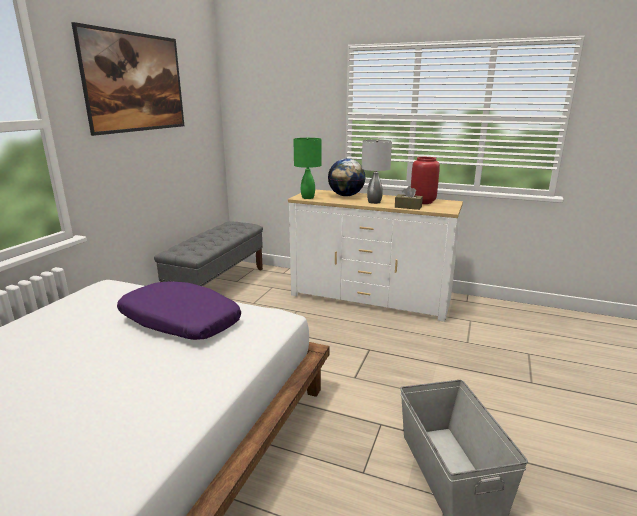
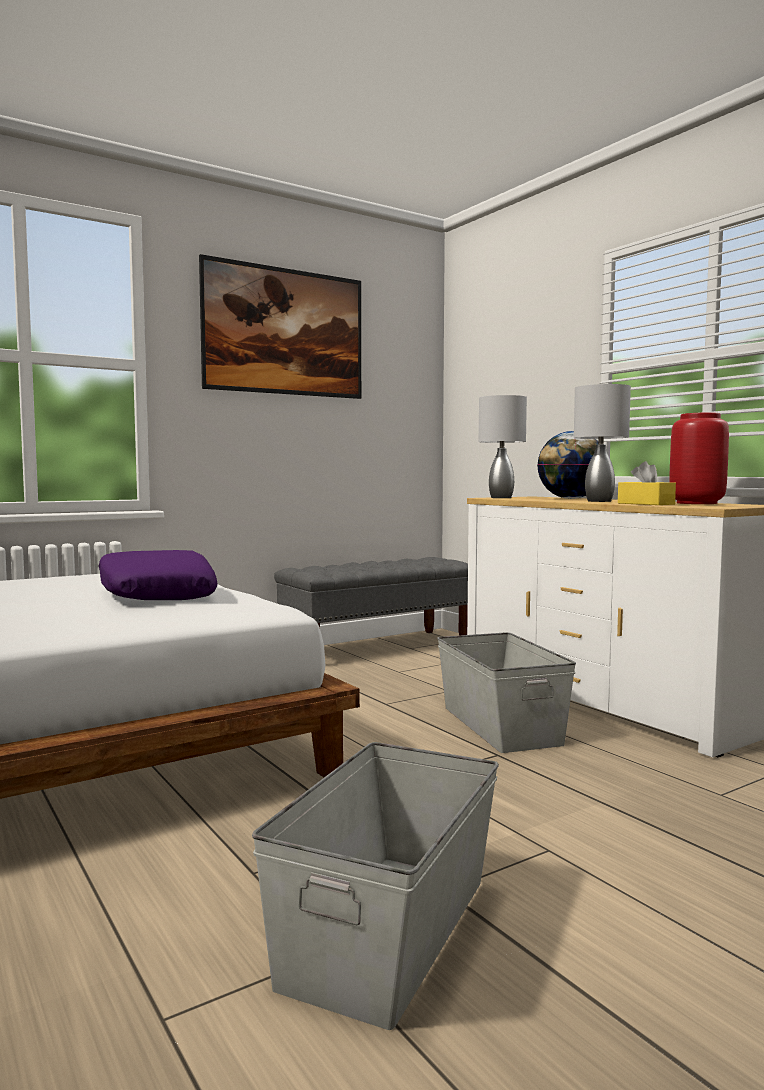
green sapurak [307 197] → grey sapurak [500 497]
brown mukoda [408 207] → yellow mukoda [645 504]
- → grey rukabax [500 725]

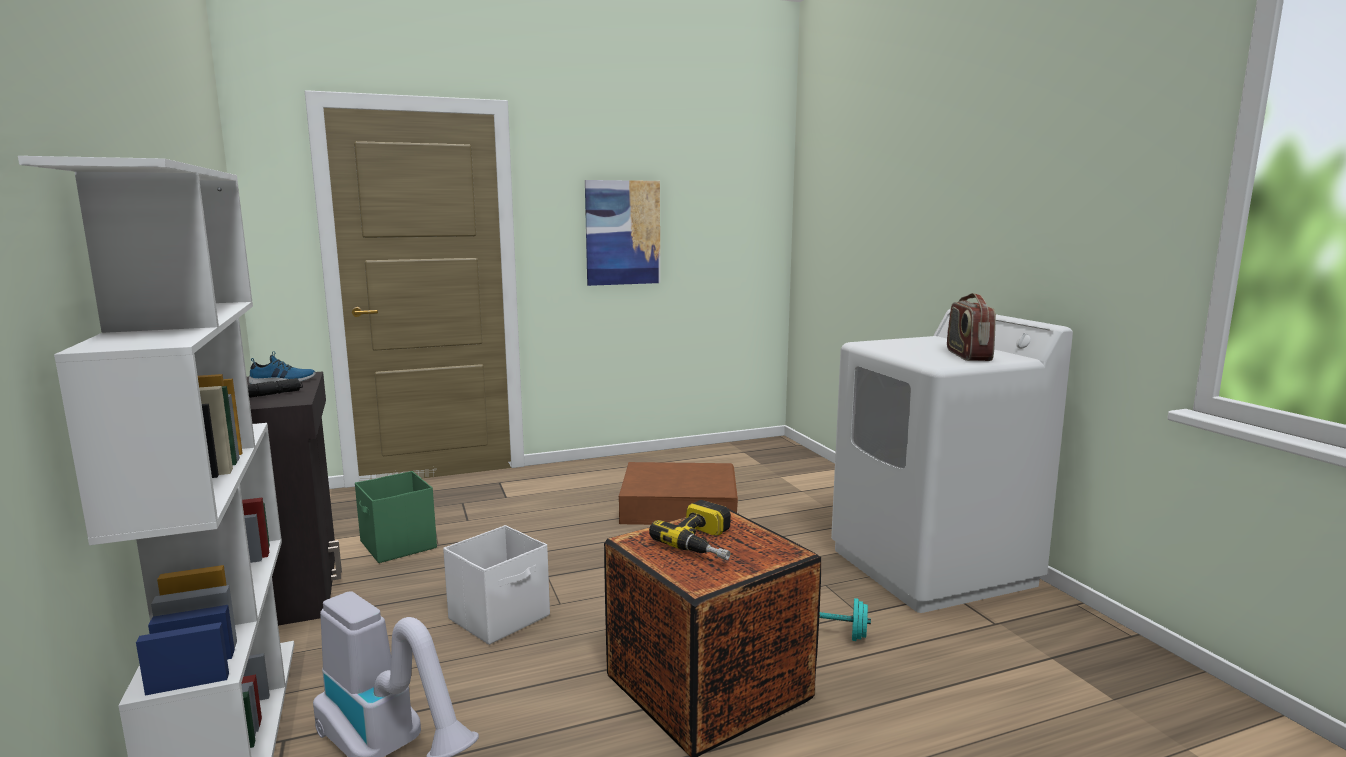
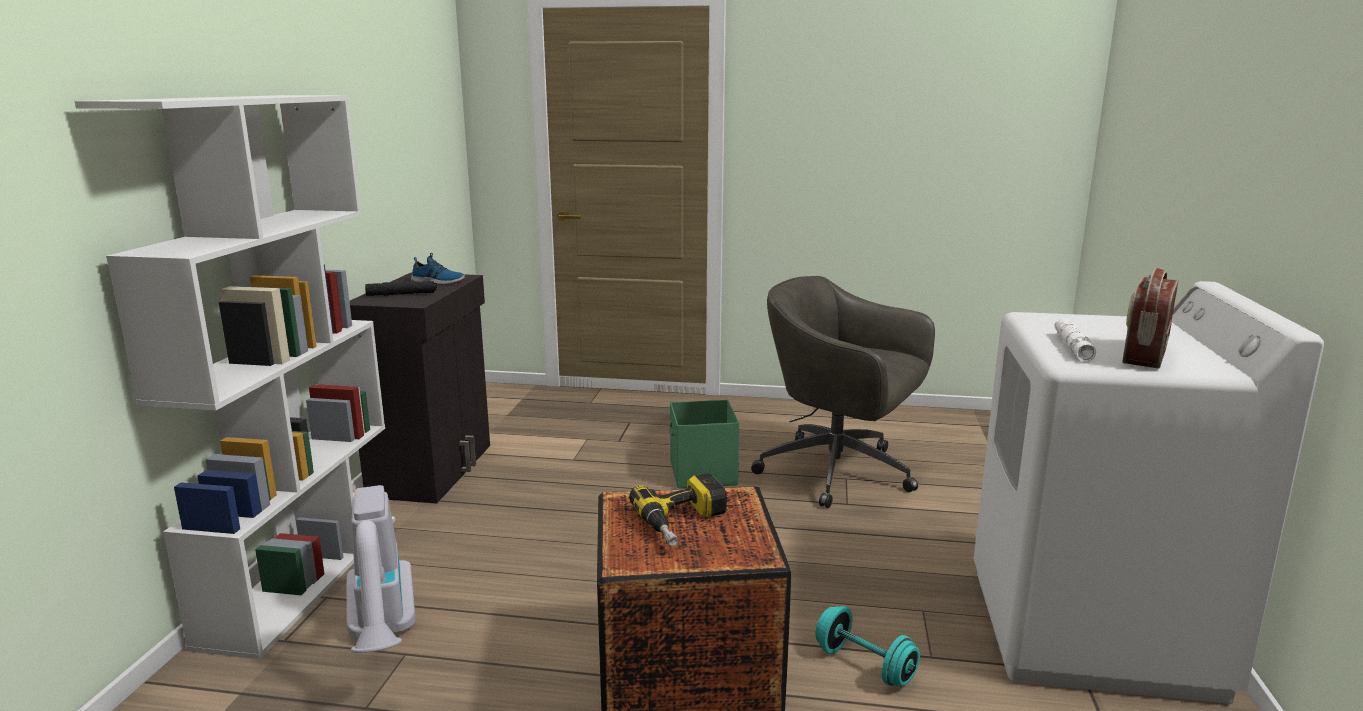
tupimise [622 233] → -
brown rukabax [678 505] → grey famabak [840 473]
green rukabax [398 545] → green rukabax [702 474], moved
white rukabax [501 617] → -
- → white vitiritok [1073 347]

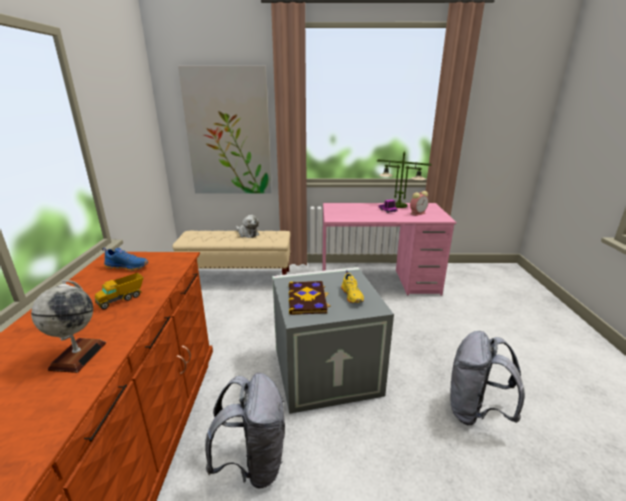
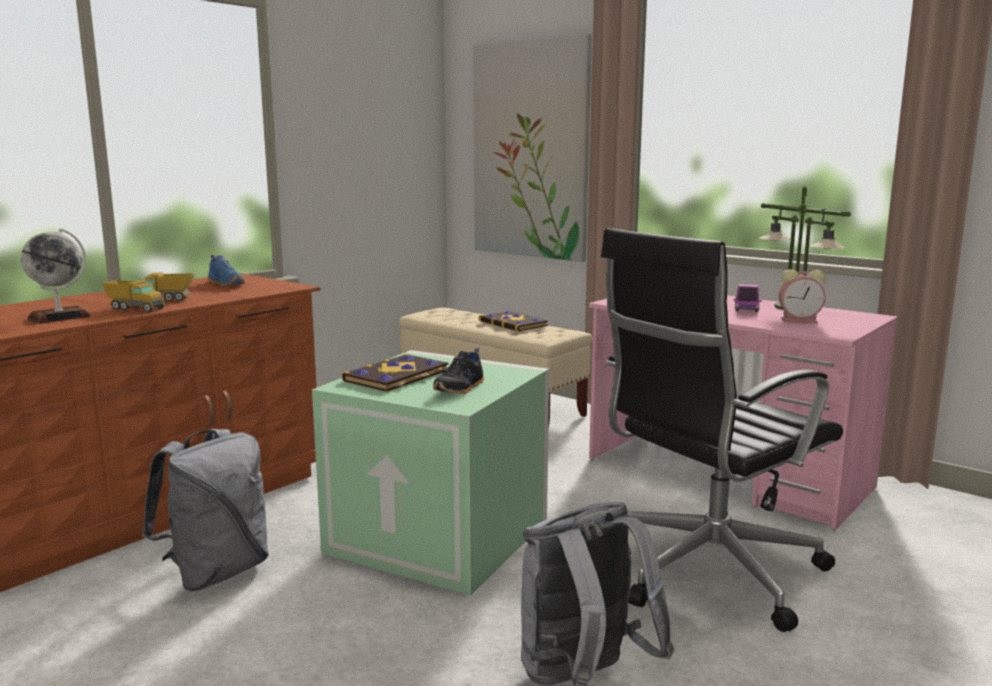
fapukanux [247 234] → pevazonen [513 323]
grey rukabax [327 369] → green rukabax [442 535]
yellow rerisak [352 296] → black rerisak [461 388]
- → black famabak [706 571]
- → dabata [135 309]

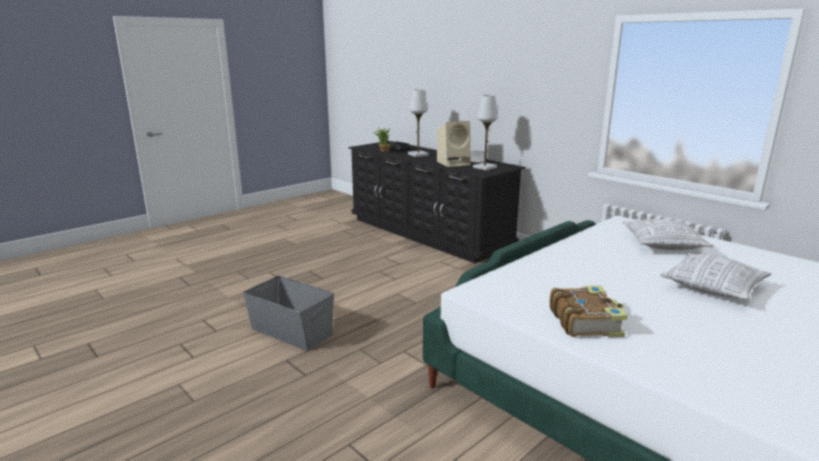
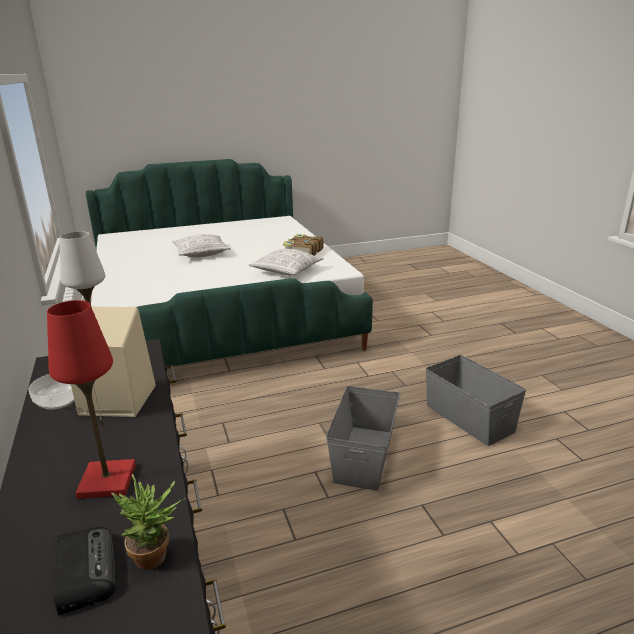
white sapurak [418 155] → red sapurak [107 481]
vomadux [663 245] → vomadux [286 271], moved
- → grey rukabax [363 456]

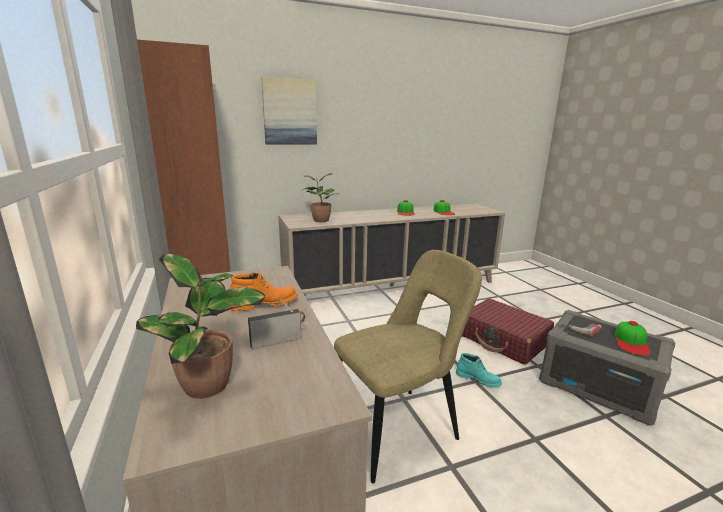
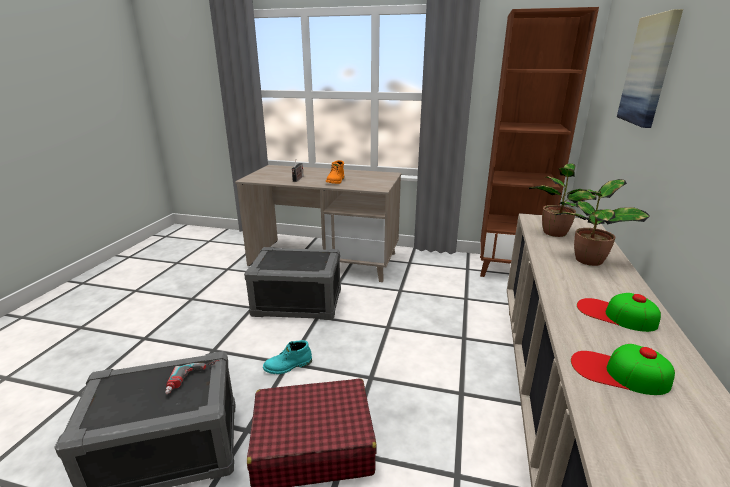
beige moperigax [399 429] → grey rukabax [297 303]
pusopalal [209 386] → pusopalal [587 260], moved
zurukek [631 342] → -

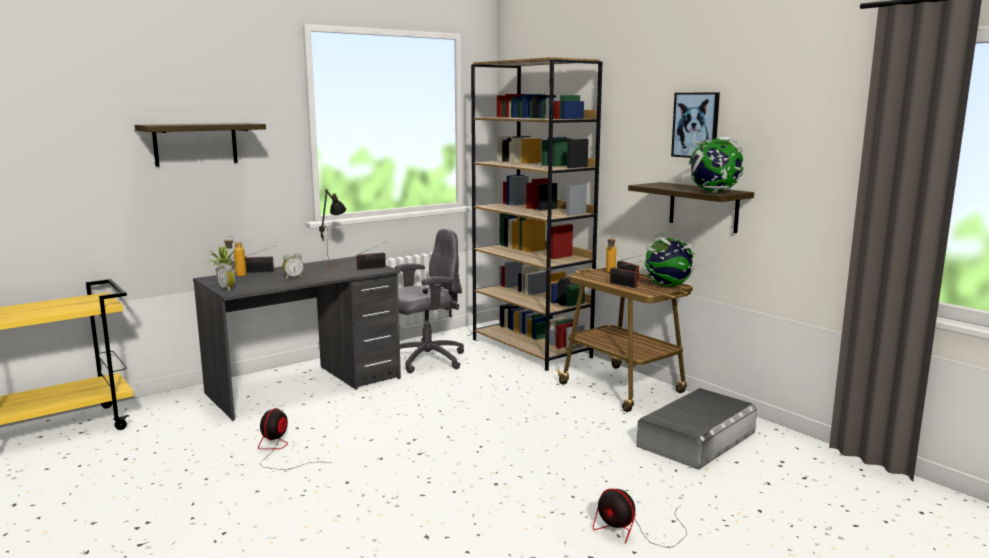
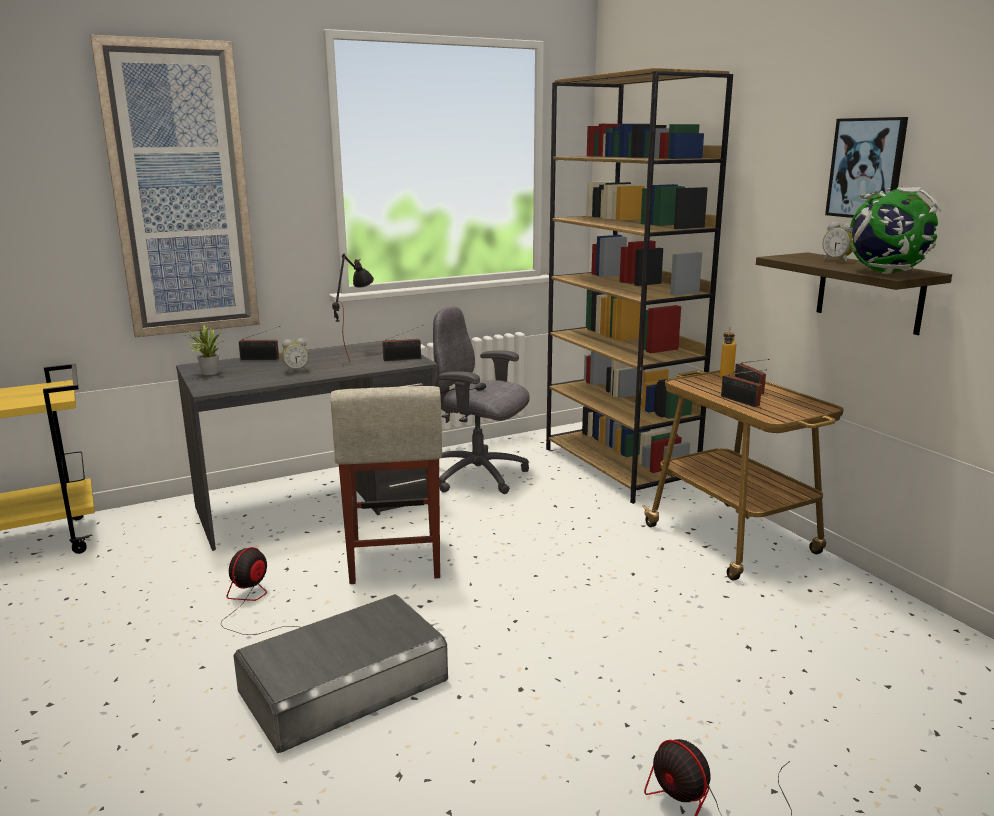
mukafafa [195 144] → tupimise [181 191]
grey famabak [426 360] → grey famabak [479 476], 135 degrees counterclockwise
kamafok [668 286] → -
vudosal [236 276] → -
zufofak [228 289] → zufofak [837 261], moved
grey rukabax [696 439] → grey rukabax [343 684], moved
- → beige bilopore [394 559]

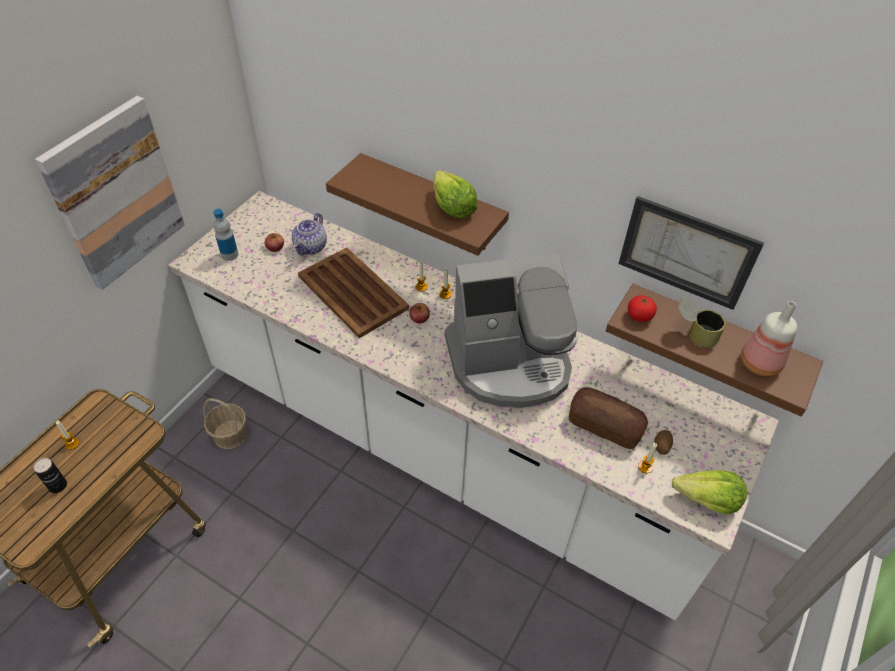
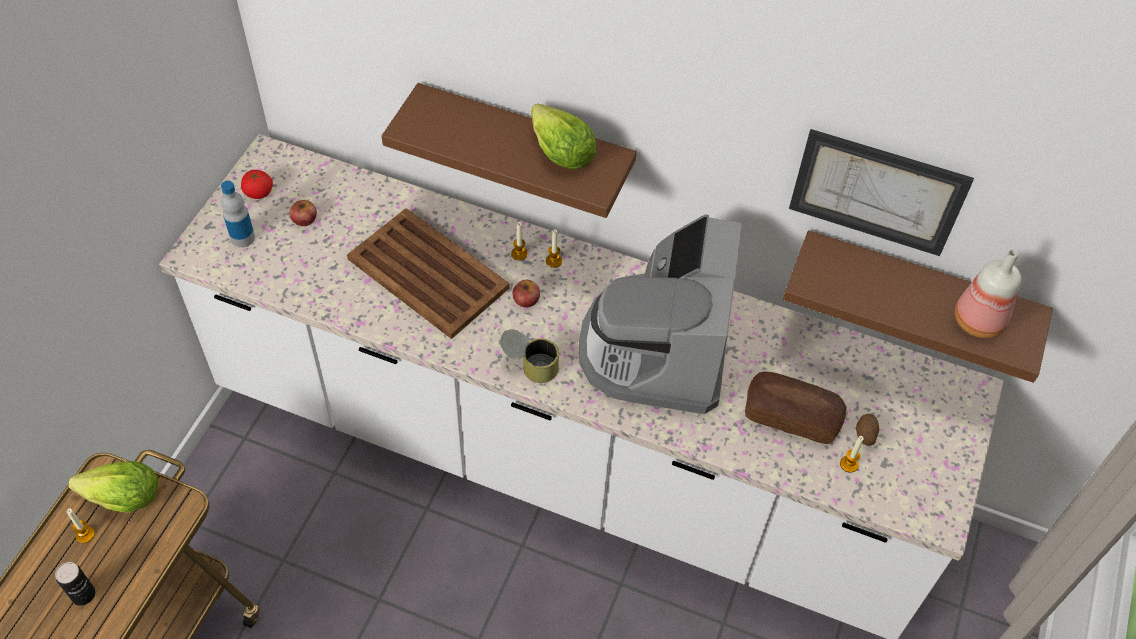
tupimise [115 194] → -
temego [311 247] → -
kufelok [509 363] → kufelok [657 348], 120 degrees clockwise
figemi [639 316] → figemi [259 193], moved
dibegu [694 333] → dibegu [529 365], moved
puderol [230 434] → -
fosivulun [706 500] → fosivulun [123 498], moved

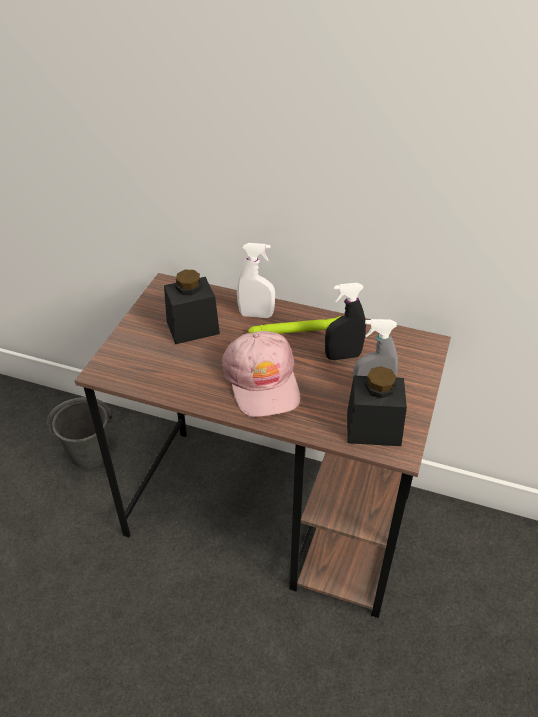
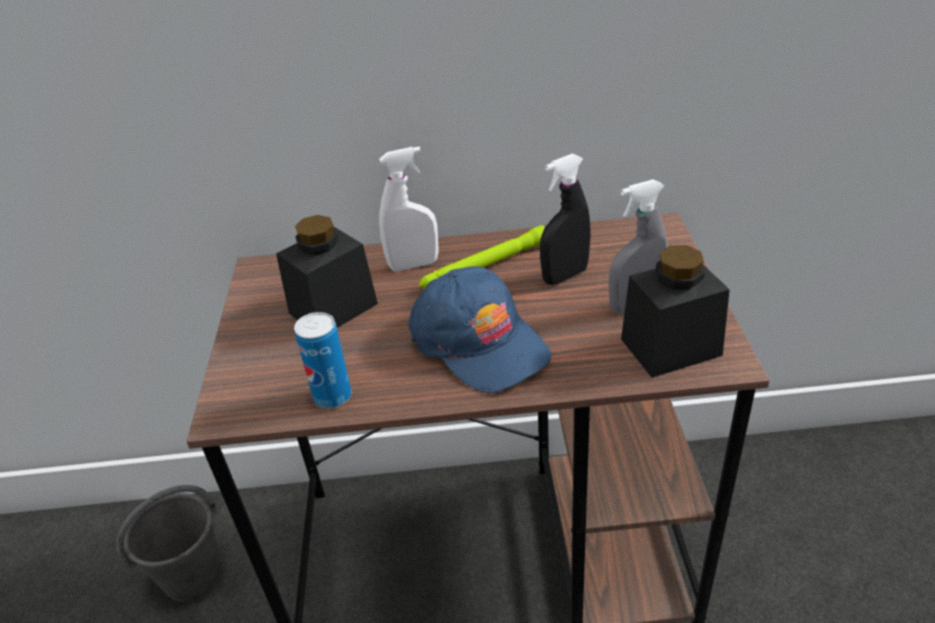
pink zurukek [262 381] → blue zurukek [479 342]
- → dibegu [332 396]

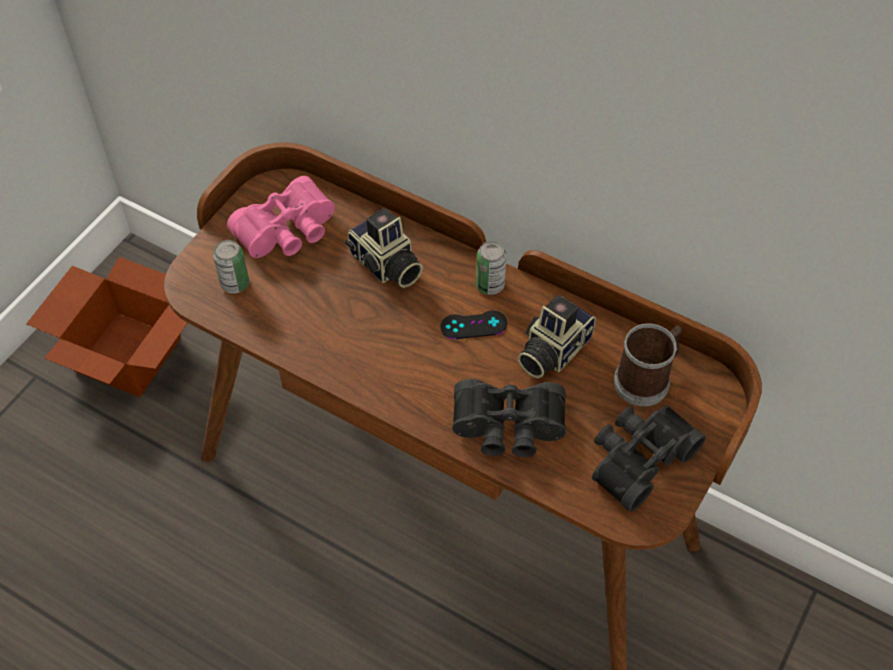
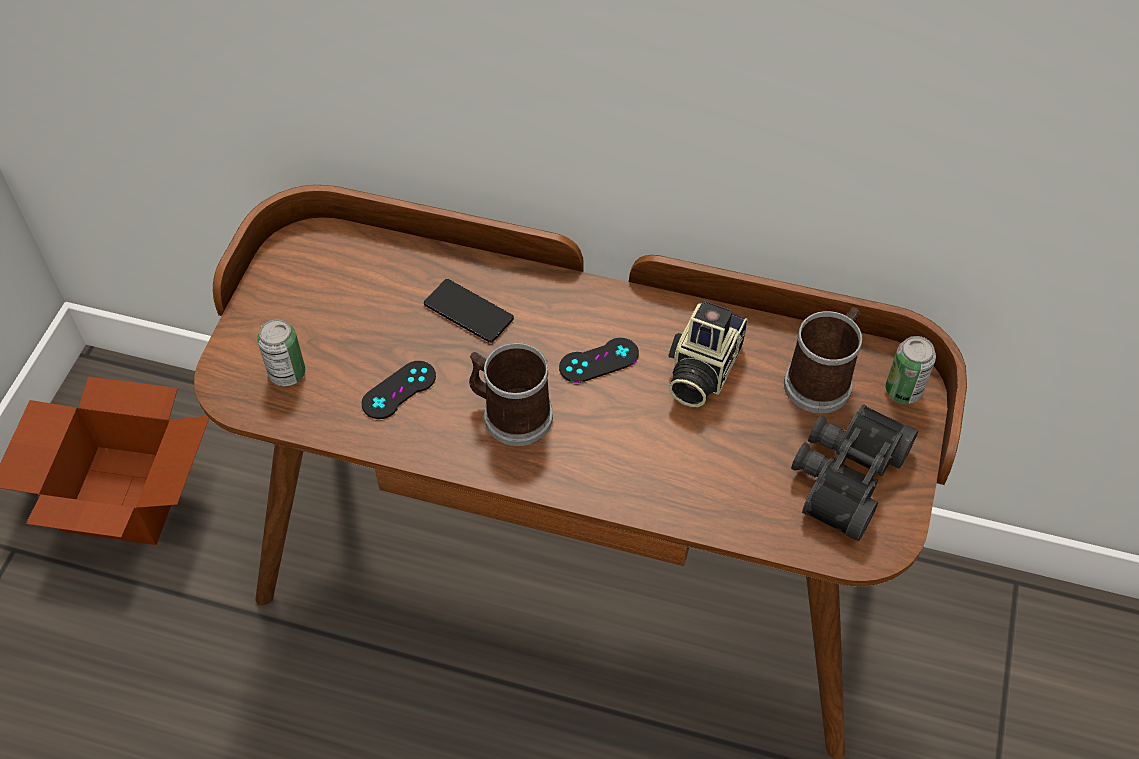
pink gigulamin [288 232] → -
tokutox [385 266] → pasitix [468 312]
dibegu [490 285] → dibegu [903 390], moved
black gigulamin [508 429] → -
- → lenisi [510 414]
- → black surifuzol [399 390]

